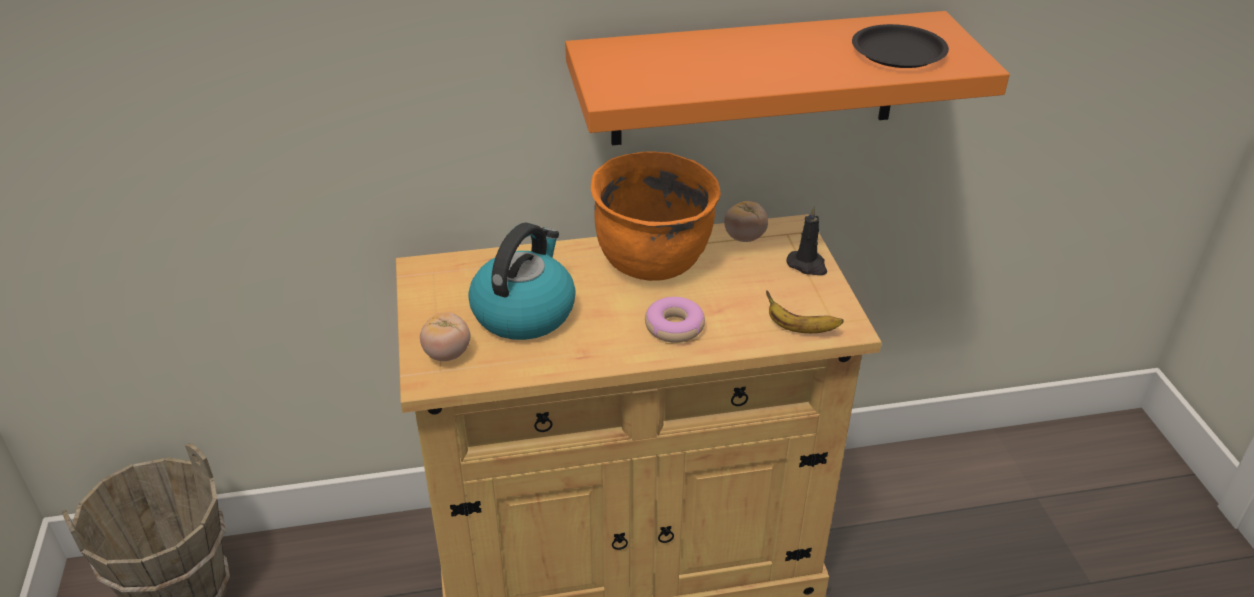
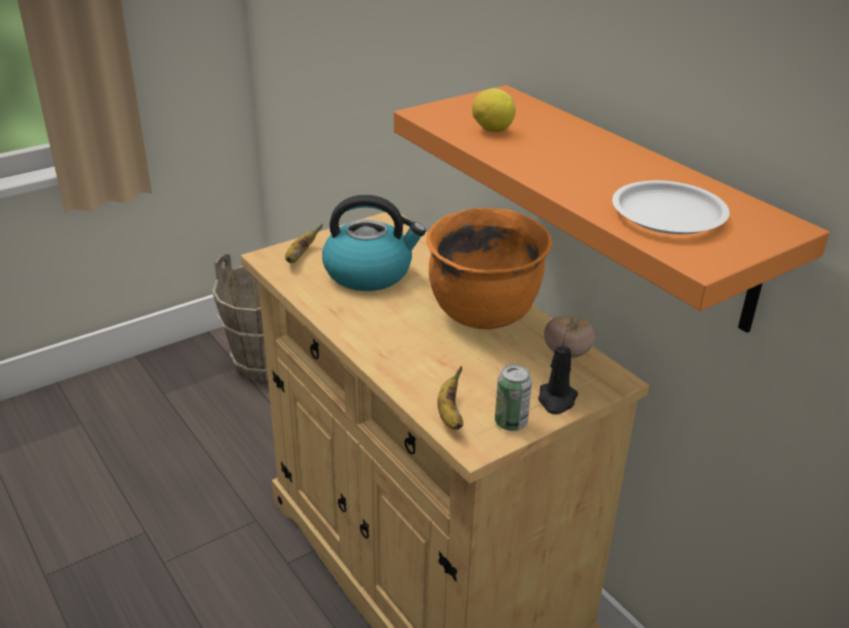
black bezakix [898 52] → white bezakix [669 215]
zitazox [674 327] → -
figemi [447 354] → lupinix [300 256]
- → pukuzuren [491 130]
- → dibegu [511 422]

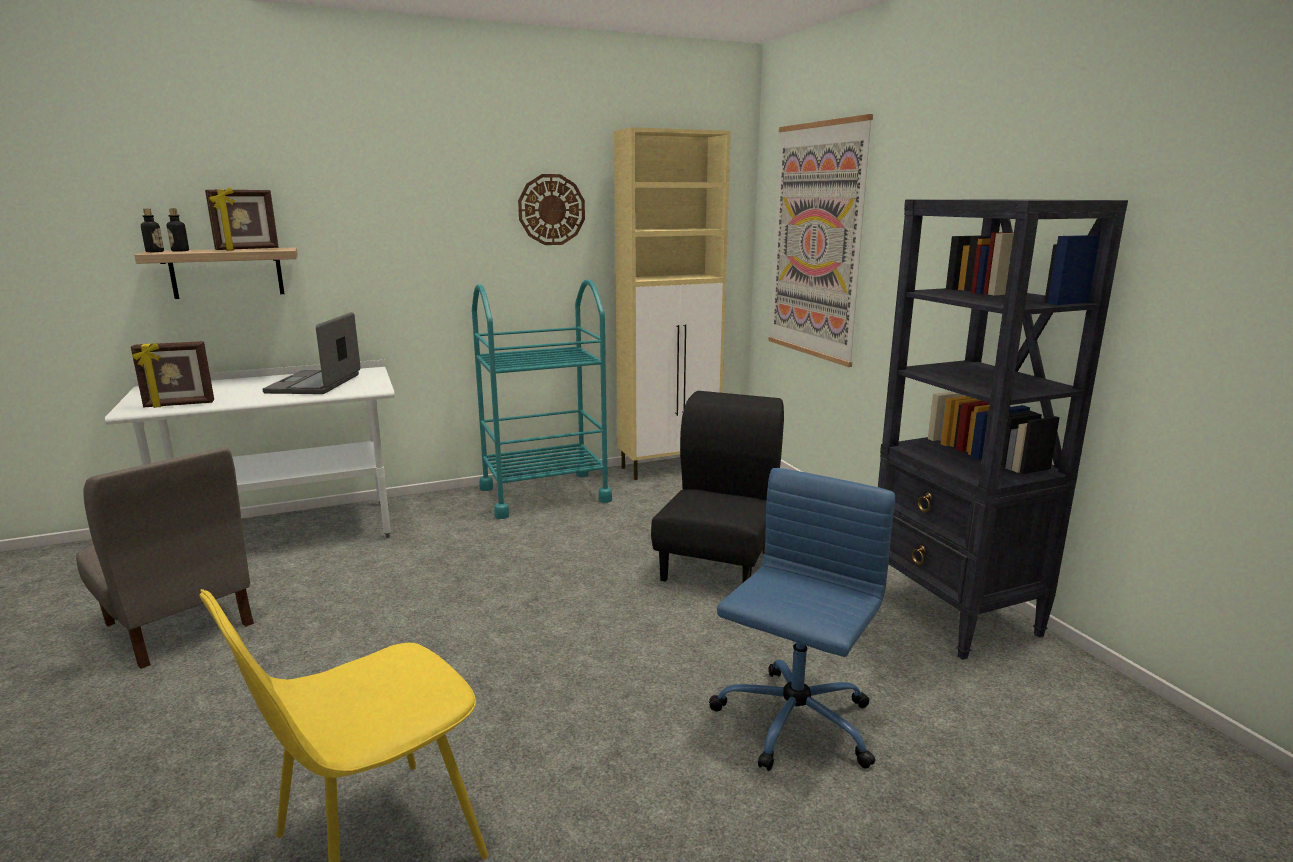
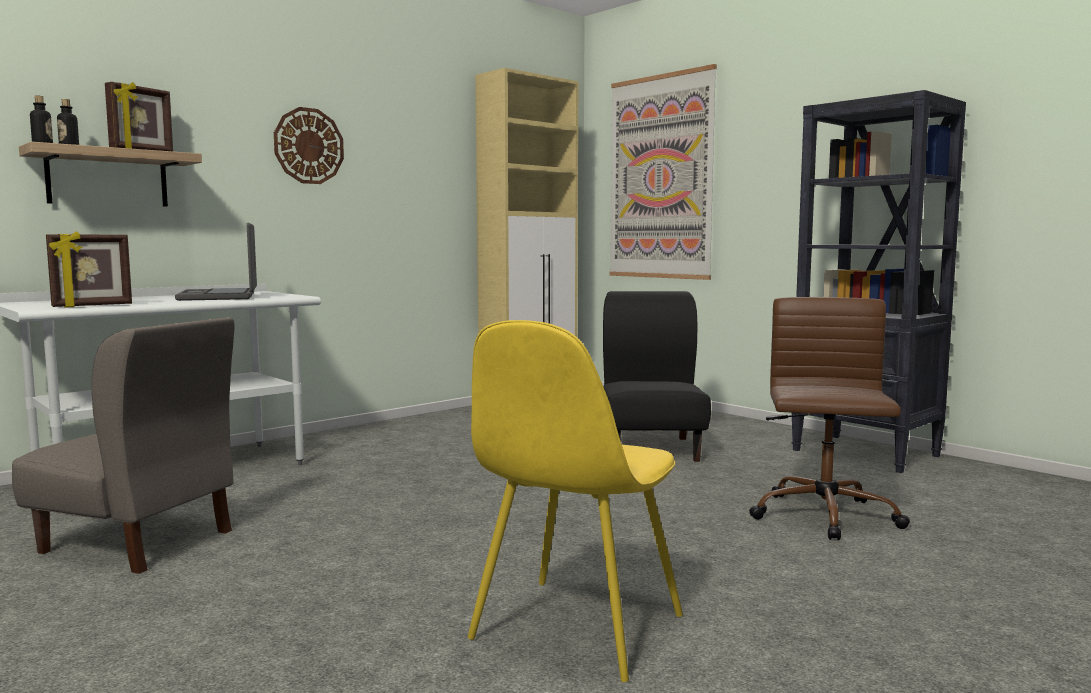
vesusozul [551 210] → vesusozul [309 146], moved
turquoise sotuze [544 494] → -
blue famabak [793 723] → brown famabak [824 517]

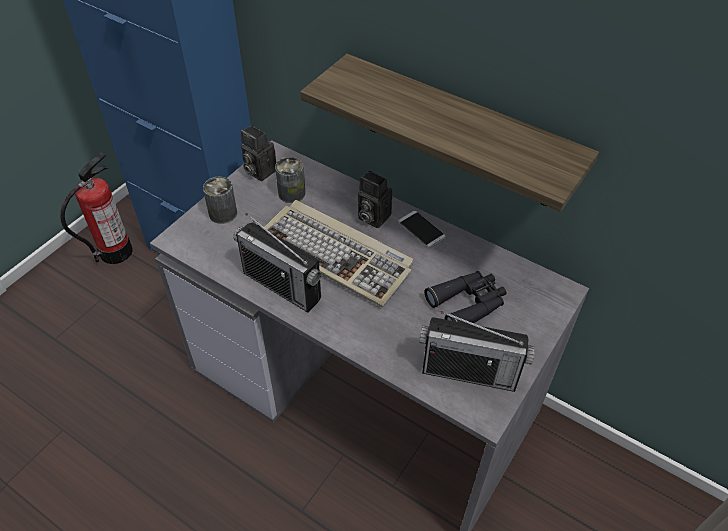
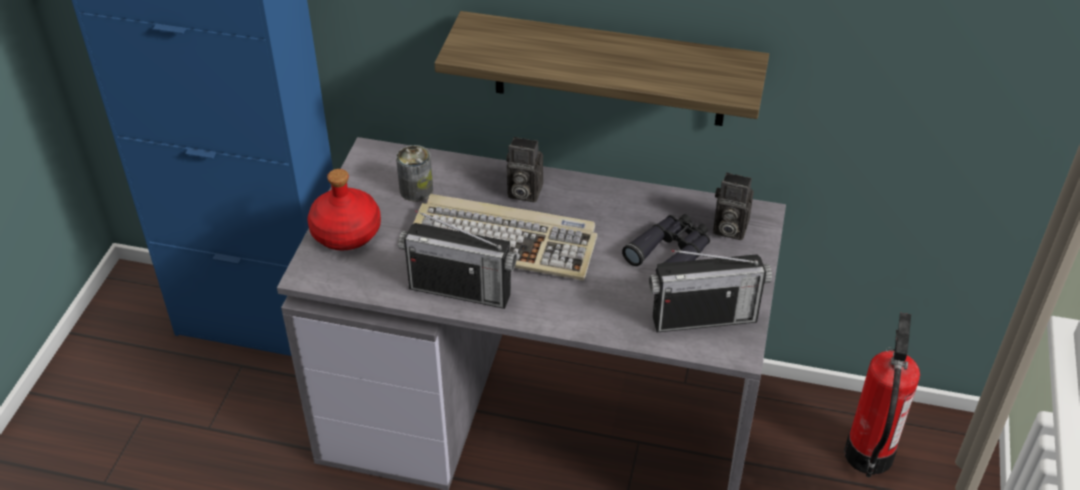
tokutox [258 171] → tokutox [728 228], moved
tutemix [115 252] → tutemix [868 454], moved
dibegu [223 213] → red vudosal [347 232]
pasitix [421 229] → -

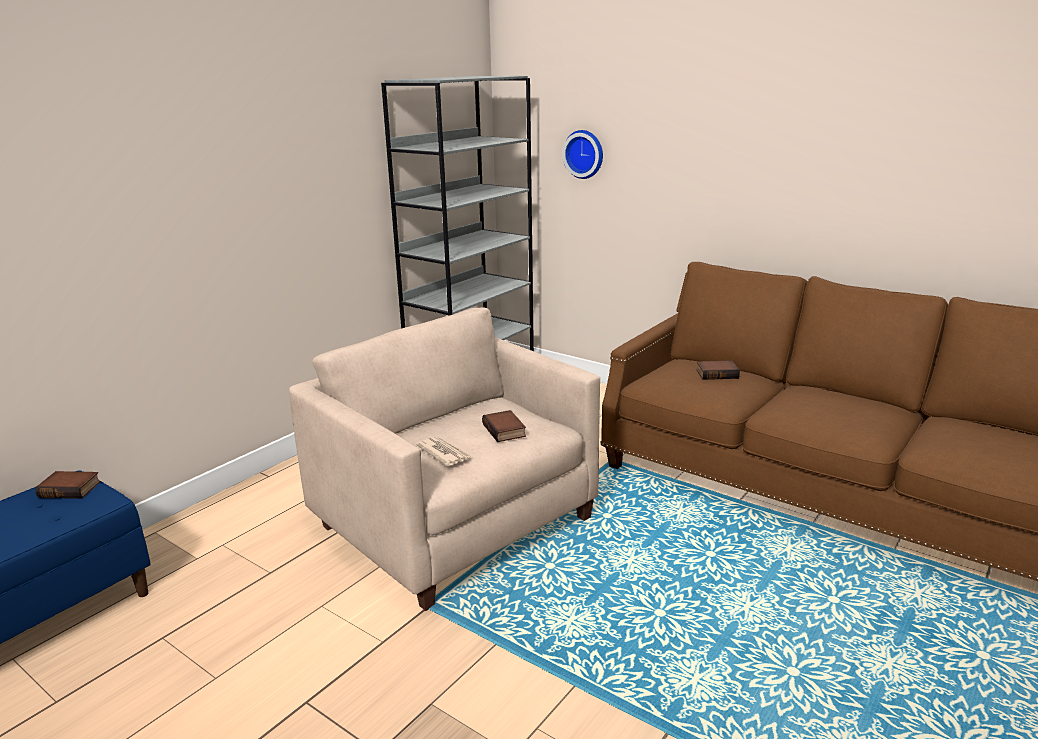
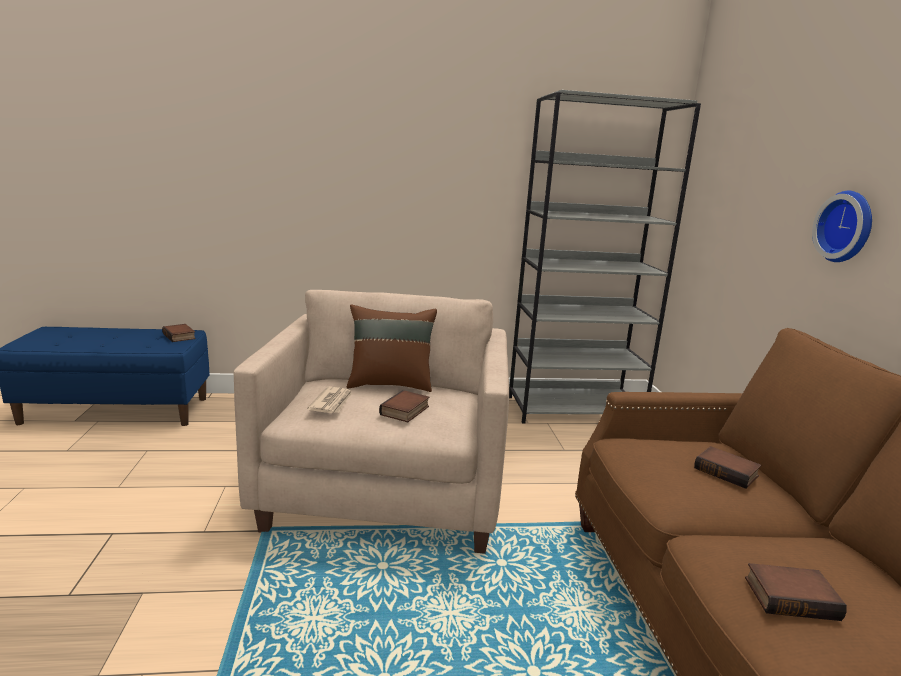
vesusozul [584 154] → vesusozul [847 227], moved
- → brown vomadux [390 384]
- → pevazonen [791 597]

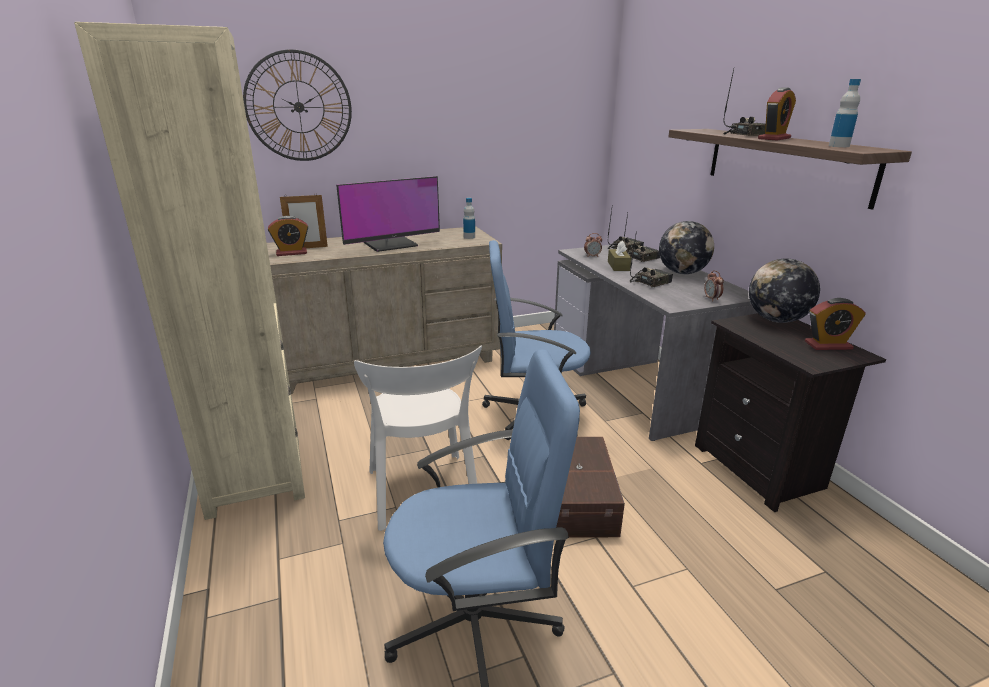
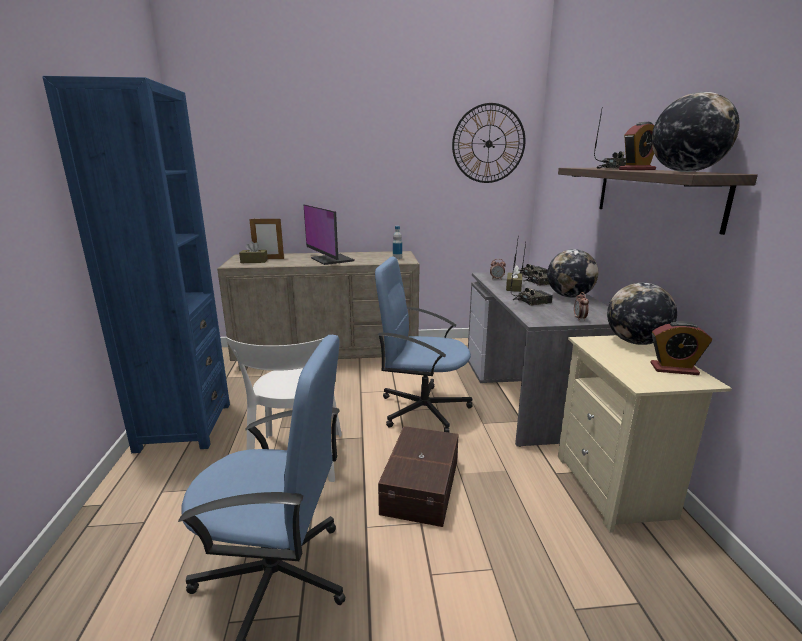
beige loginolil [255 476] → blue loginolil [184 426]
vesusozul [299 107] → vesusozul [488 144], moved
vudosal [839 146] → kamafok [685 172]
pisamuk [391 244] → pisamuk [331 260], 75 degrees clockwise
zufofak [291 253] → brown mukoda [254 261]
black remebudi [762 468] → beige remebudi [616 488]

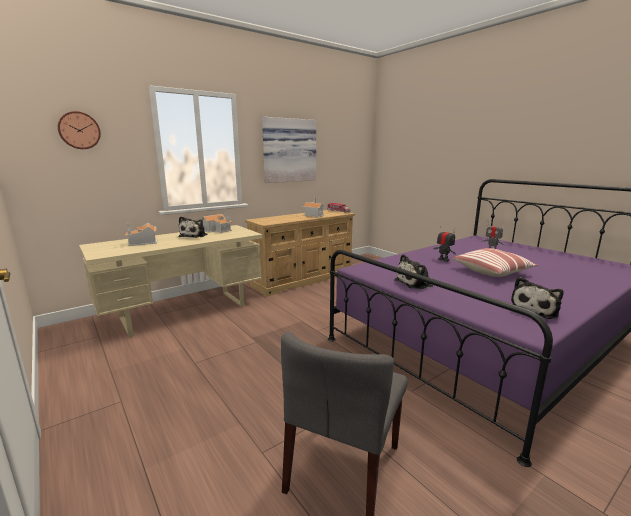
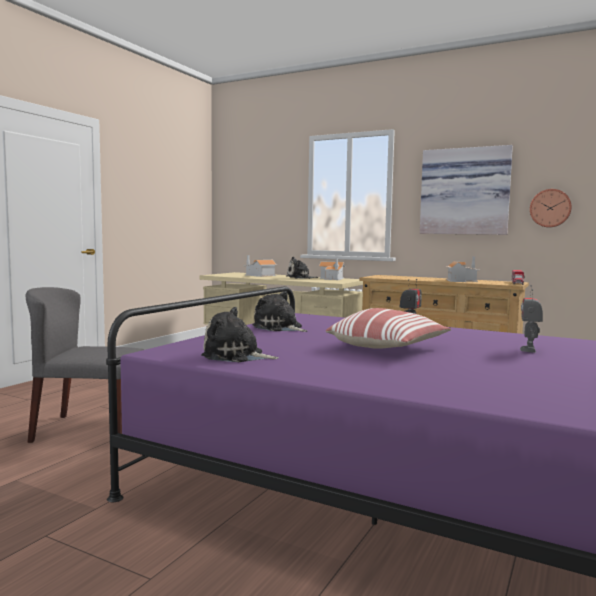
vesusozul [79 130] → vesusozul [550 208], moved

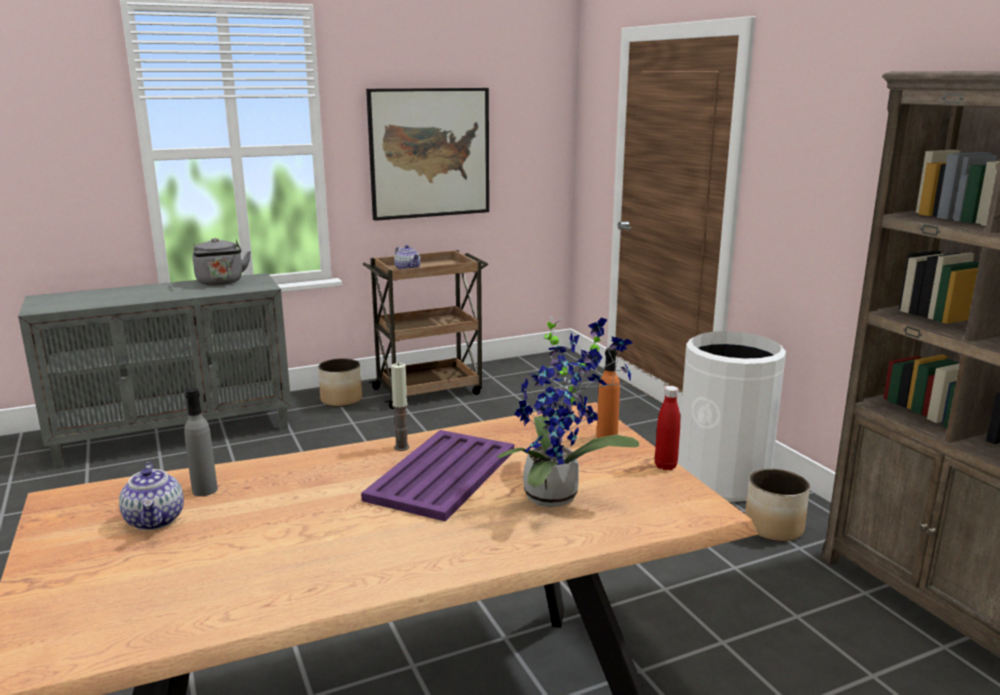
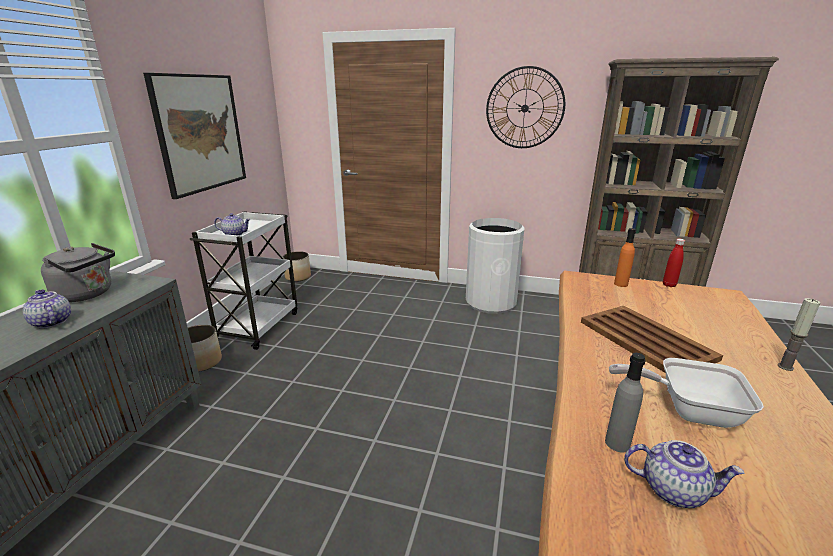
brown sotuze [429 391] → white sotuze [259 326]
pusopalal [558 495] → -
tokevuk [401 447] → tokevuk [785 367], moved
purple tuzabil [441 475] → brown tuzabil [646 340]
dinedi [774 528] → dinedi [298 277], moved
- → vesusozul [524 108]
- → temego [51 322]
- → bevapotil [688 410]

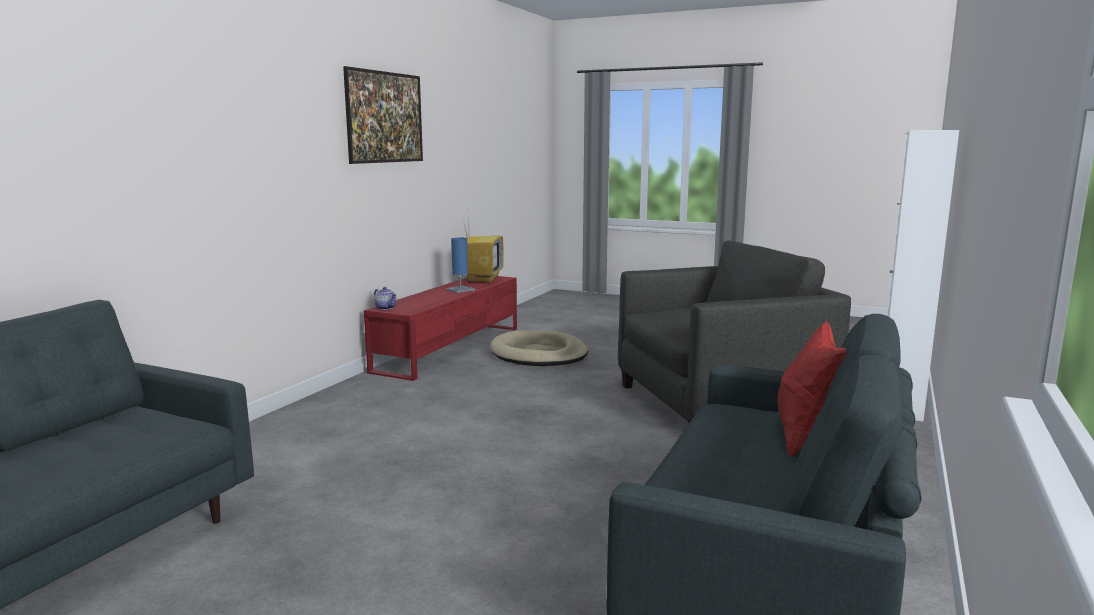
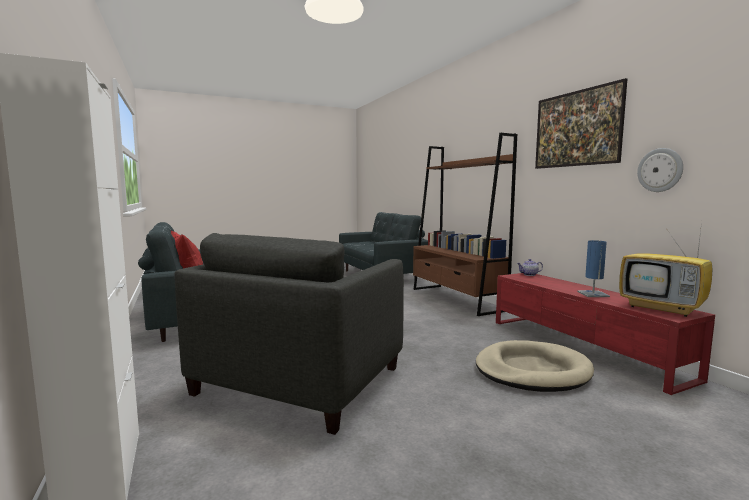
- → brown loginolil [456 299]
- → vesusozul [660 170]

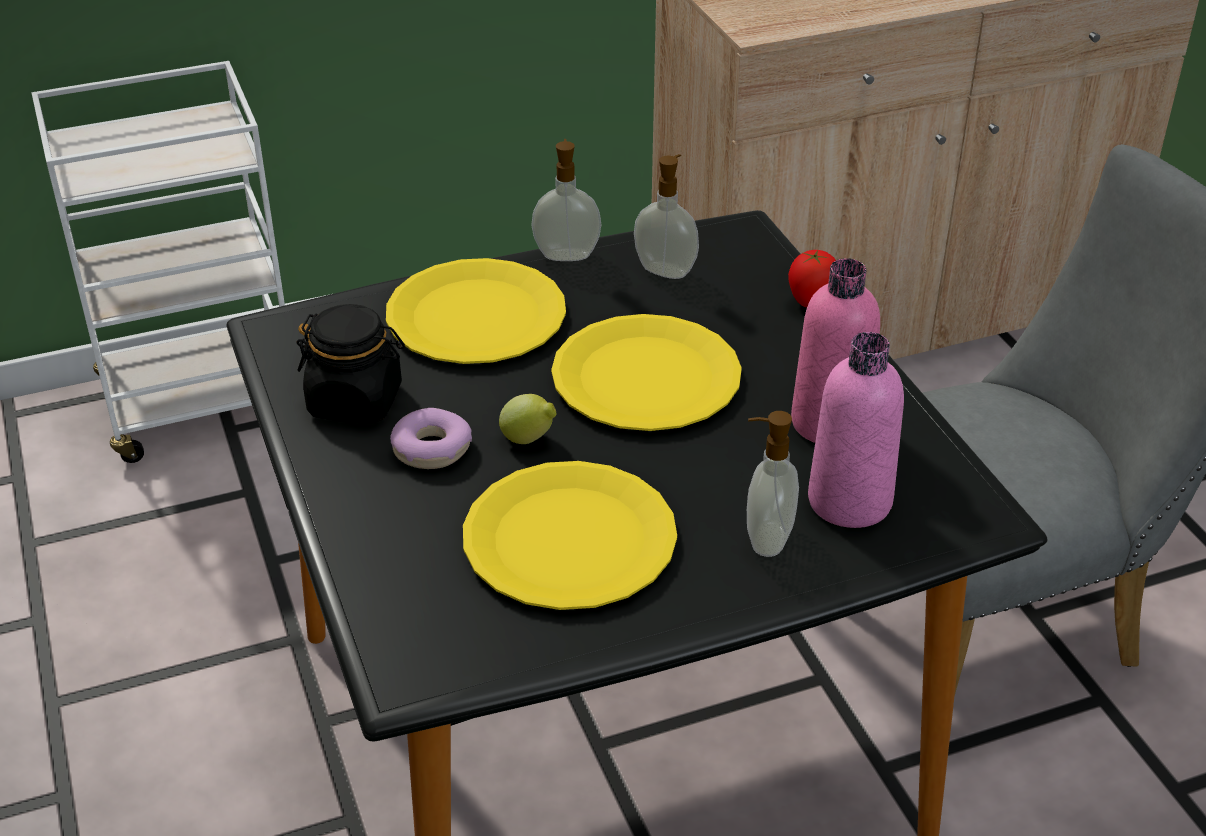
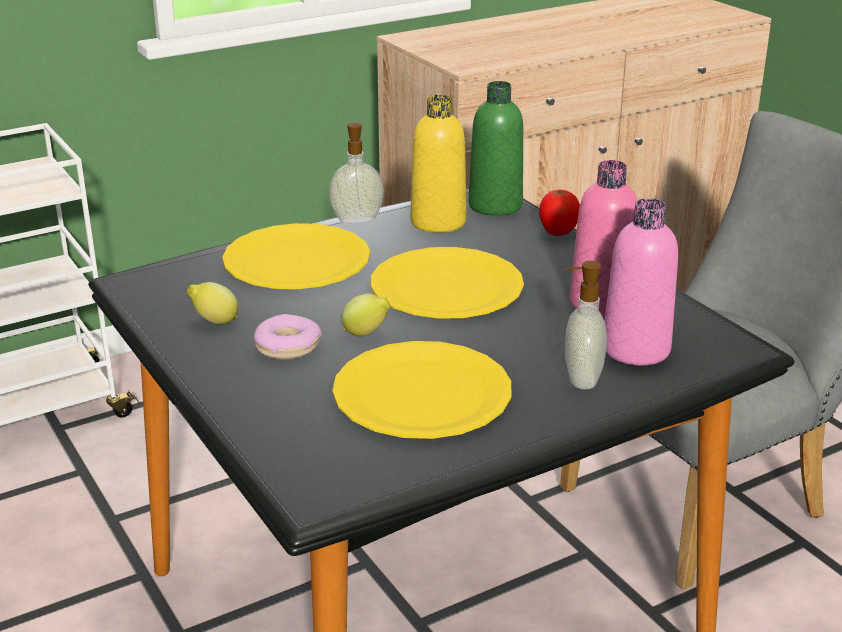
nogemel [666 270] → yellow vudosal [438 222]
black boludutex [356 401] → pukuzuren [214 322]
- → green vudosal [495 206]

